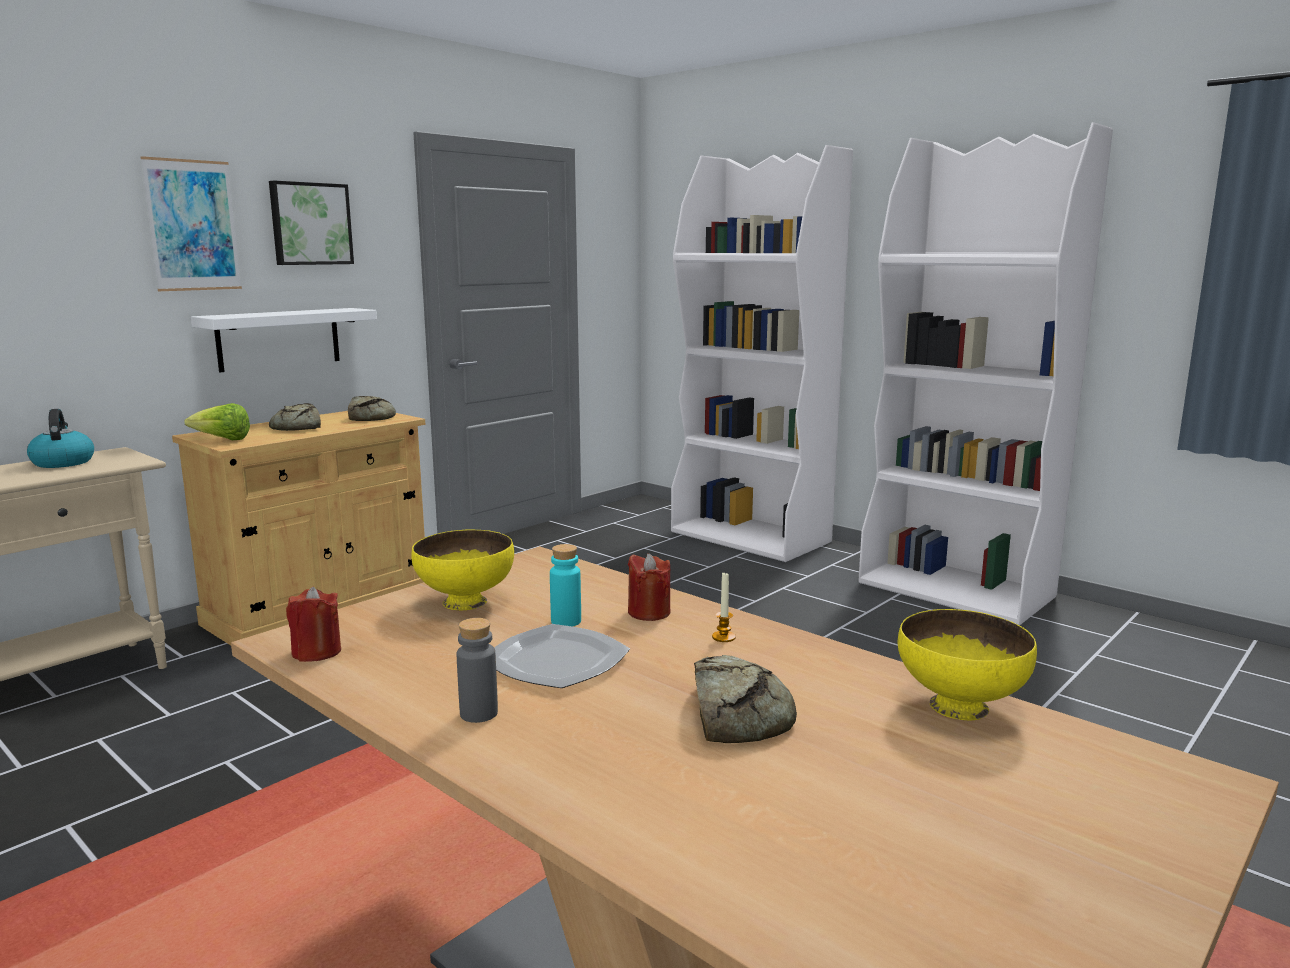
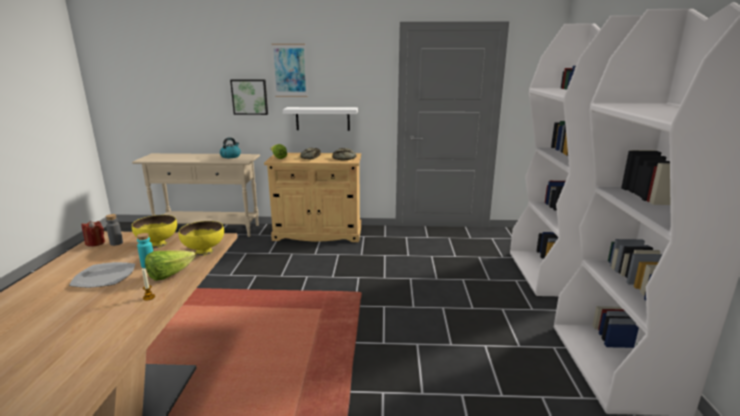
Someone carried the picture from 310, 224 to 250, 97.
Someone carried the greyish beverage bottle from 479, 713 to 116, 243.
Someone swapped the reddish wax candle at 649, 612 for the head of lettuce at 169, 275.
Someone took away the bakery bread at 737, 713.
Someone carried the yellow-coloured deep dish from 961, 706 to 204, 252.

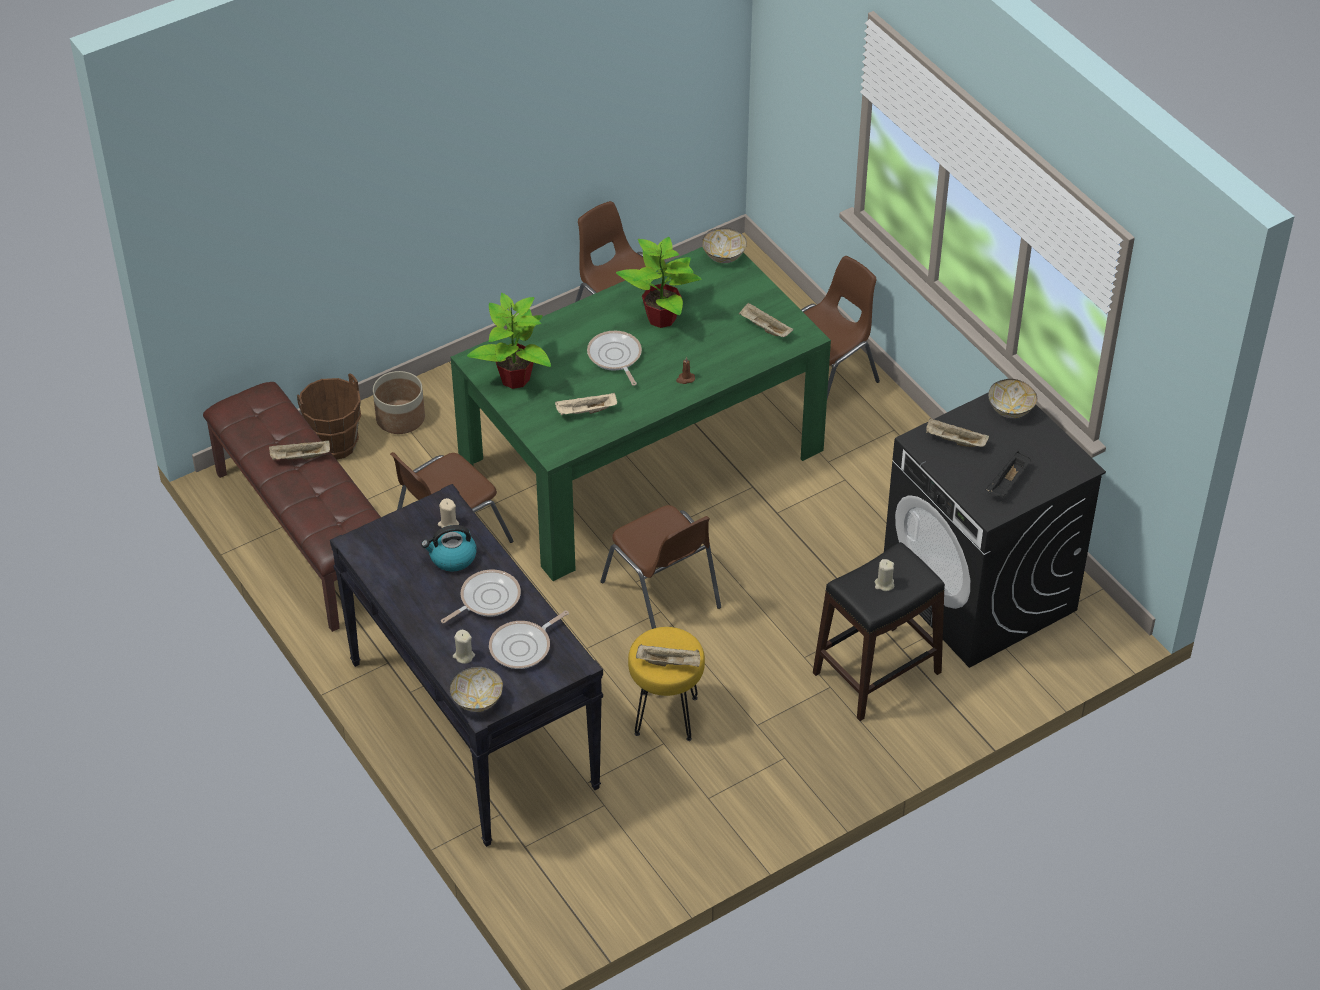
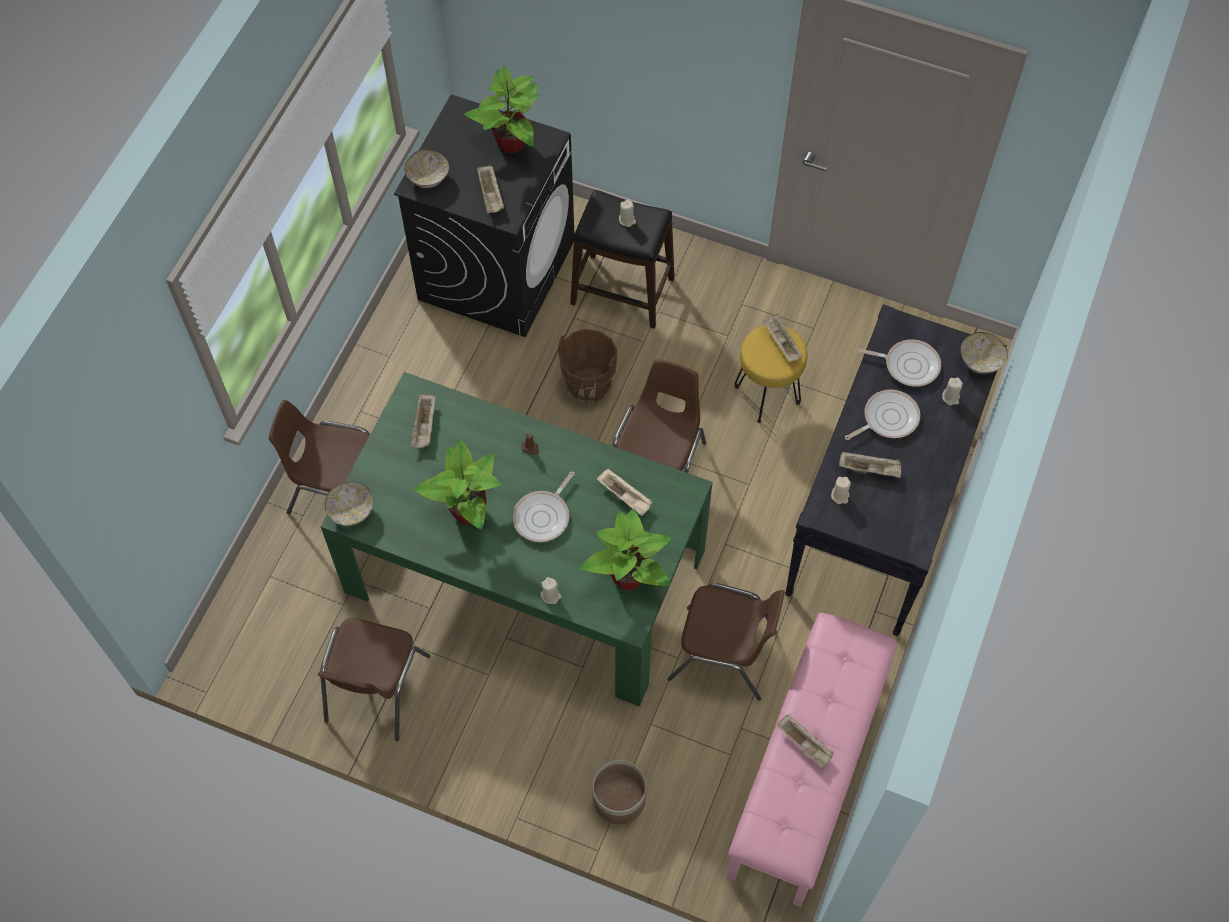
Someone repainted the brownish long seat at 304, 535, which became the pinkish long seat at 807, 774.
Someone carried the brownish pail from 335, 445 to 589, 385.
Someone swapped the water kettle at 452, 558 for the beige carrying tray at 870, 469.
Someone rotated the pan at 486, 599 by 135 degrees clockwise.
Someone swapped the black-coloured carrying tray at 1007, 483 for the plant in a pot at 511, 143.
Someone put down the beige wax candle at 551, 595.

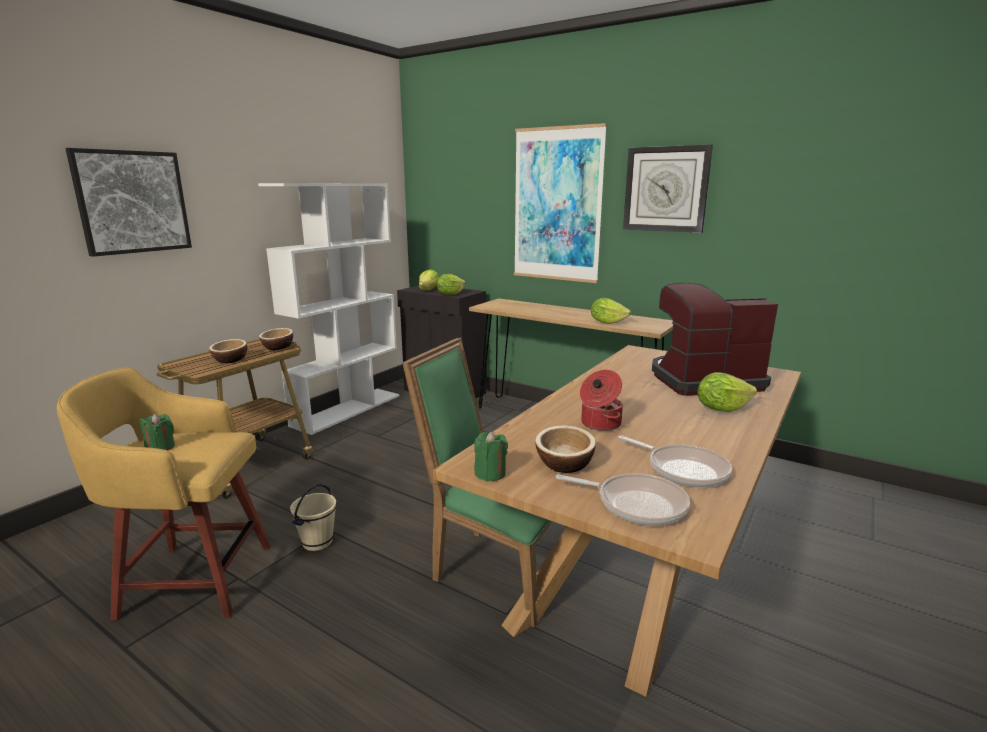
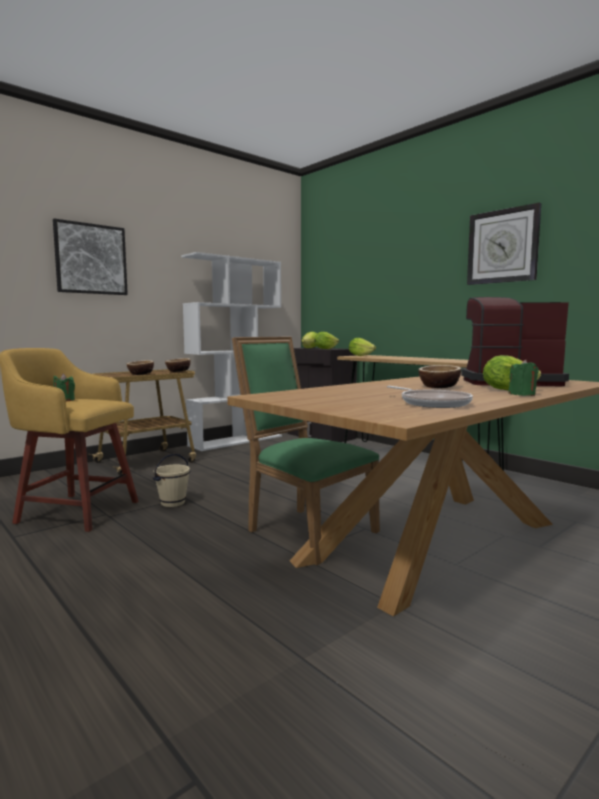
Someone carried the green wax candle from 490, 473 to 522, 394.
Someone took away the picture at 557, 205.
Someone carried the deep dish from 564, 464 to 438, 387.
Someone took away the pan at 636, 504.
Someone took away the cooking pot at 599, 424.
Someone carried the head of lettuce from 607, 322 to 360, 355.

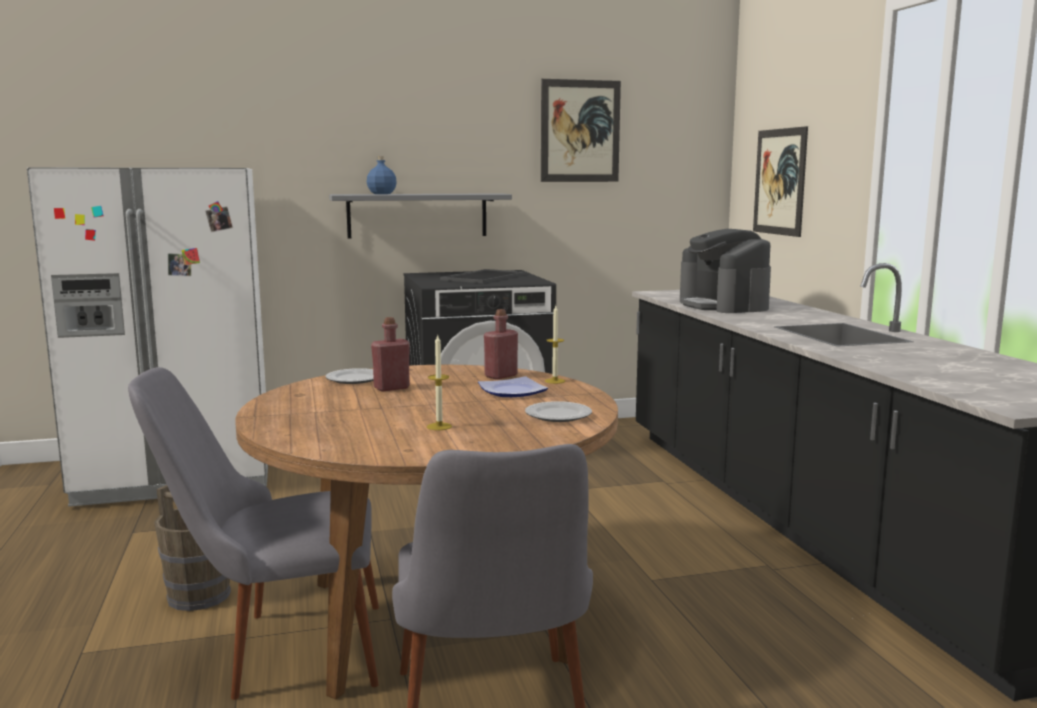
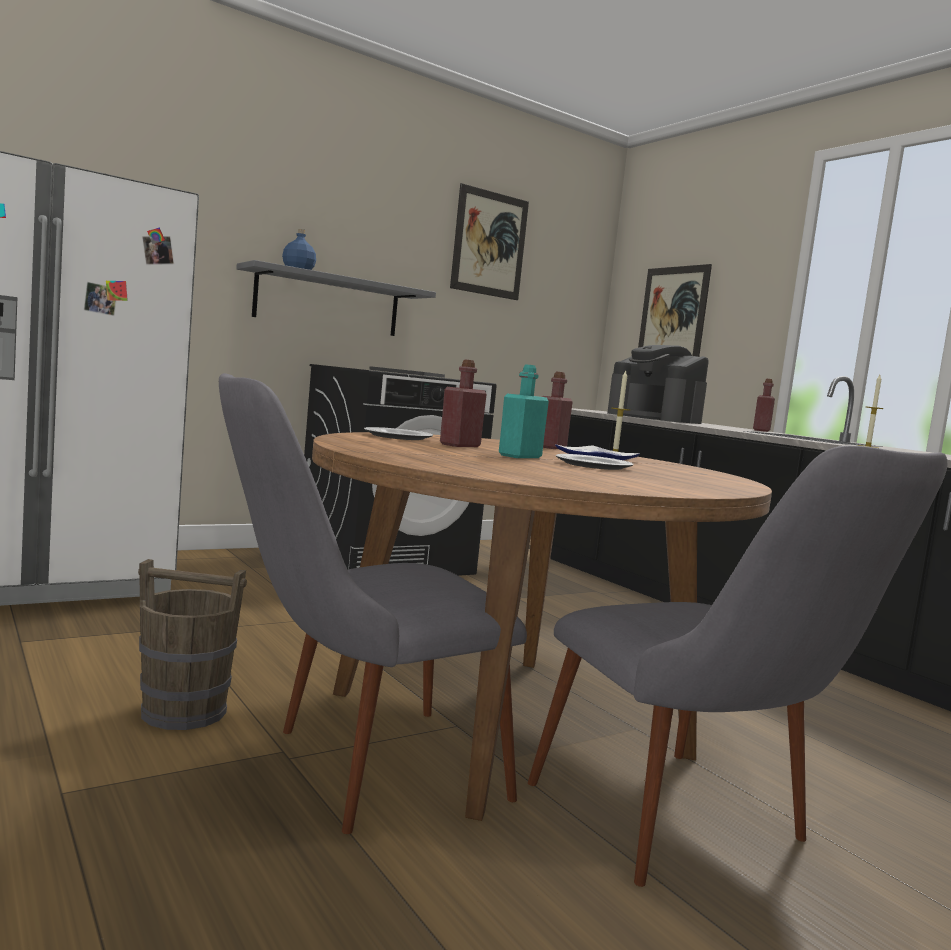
Someone carried the wax candle from 439, 426 to 868, 447.
Someone carried the flat dish from 557, 415 to 592, 465.
Someone put down the turquoise-coloured beverage bottle at 520, 456.
Someone put down the reddish beverage bottle at 761, 430.

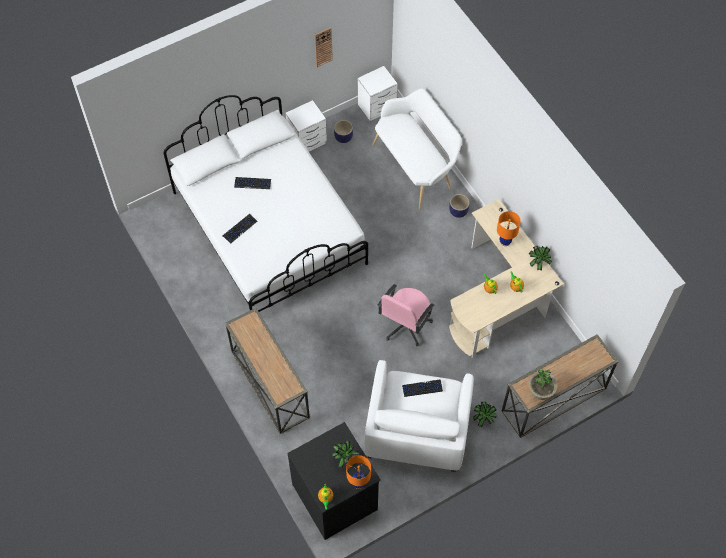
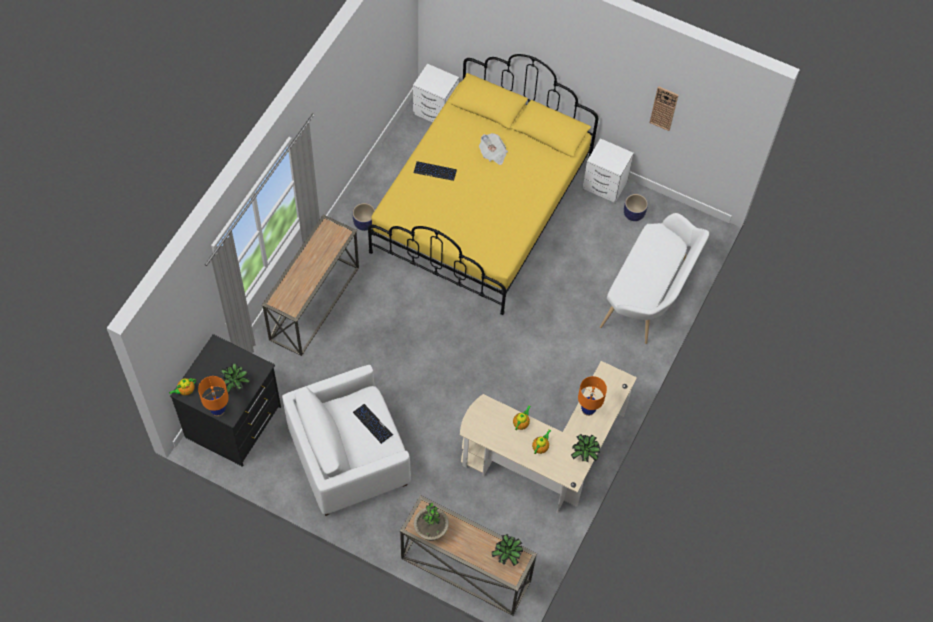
Someone repainted the white-coloured sleeping bed at 269, 228, which became the yellow-coloured sleeping bed at 482, 208.
Someone swapped the computer keyboard at 252, 183 for the newspaper at 493, 154.
Someone carried the white-coloured bedside table from 377, 107 to 436, 112.
Someone took away the pinkish desk chair at 405, 325.
Someone carried the plant pot from 458, 211 to 364, 223.
Someone carried the plant in a pot from 483, 418 to 507, 556.

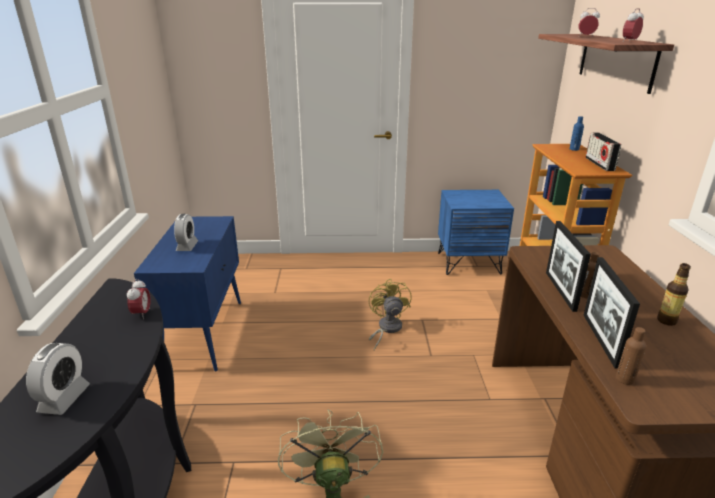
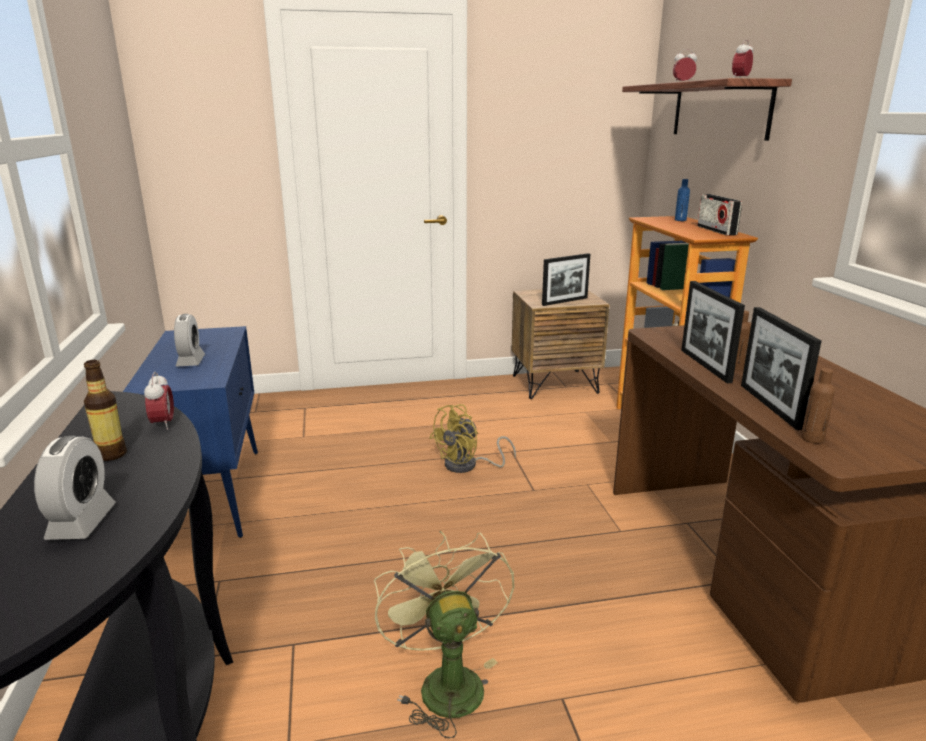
Someone rotated the yellow-coloured cooling fan at 386, 329 by 120 degrees counterclockwise.
Someone repainted the bluish bedside table at 468, 263, which became the brownish bedside table at 554, 384.
Someone carried the beverage bottle from 666, 321 to 111, 455.
Someone put down the photo frame at 565, 301.

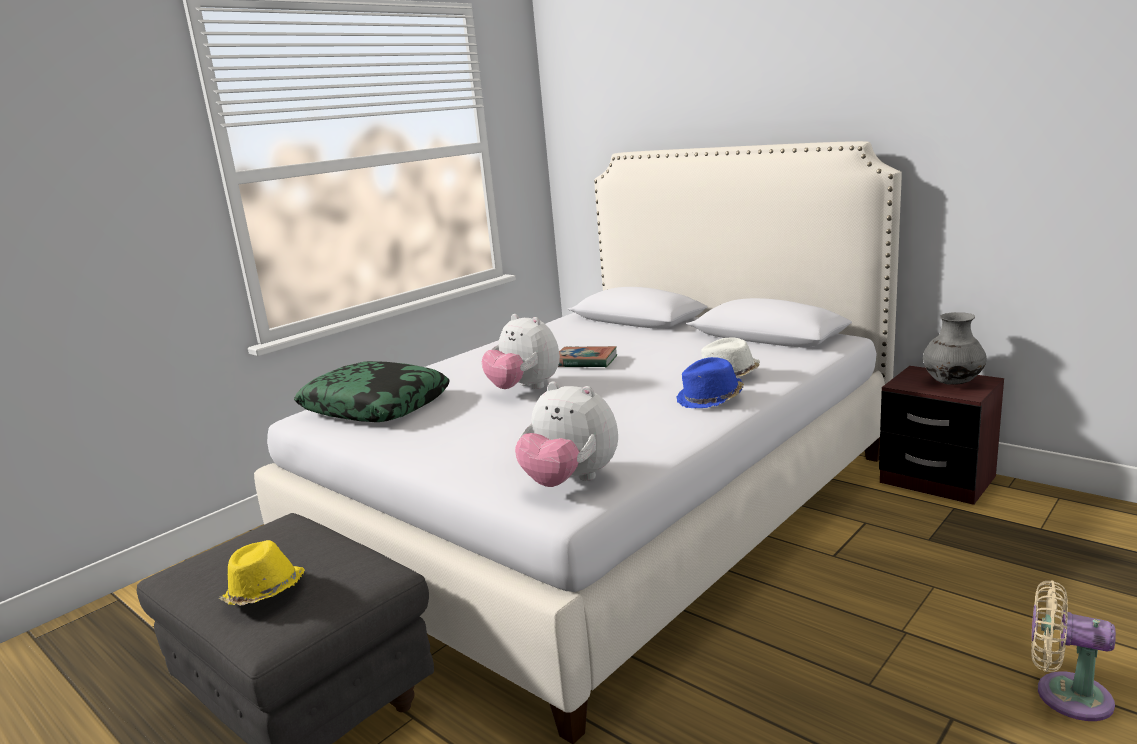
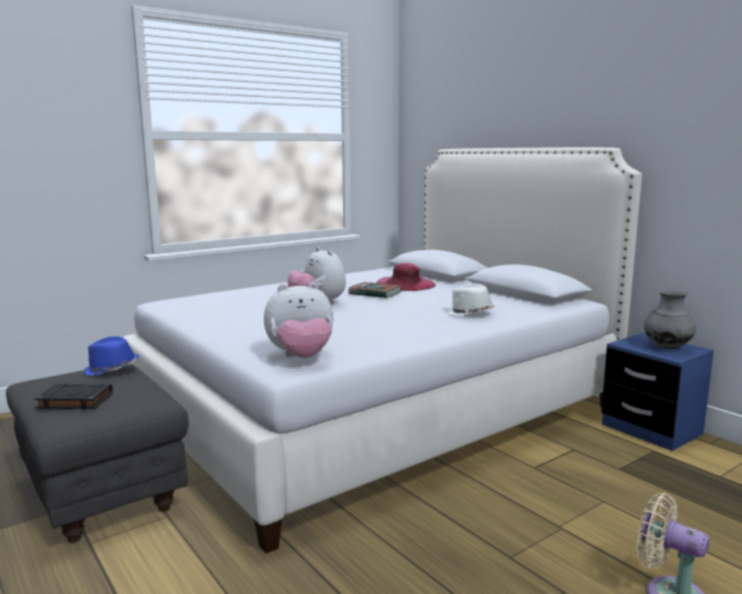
Someone swapped the yellow-coloured hat at 264, 593 for the black-coloured bound book at 74, 401.
Someone took away the throw pillow at 376, 406.
Someone rotated the plush toy at 570, 481 by 60 degrees counterclockwise.
Someone carried the bluish hat from 710, 399 to 111, 370.
Someone repainted the brownish bedside table at 937, 480, which became the bluish bedside table at 651, 429.
Someone put down the pinkish hat at 405, 284.

